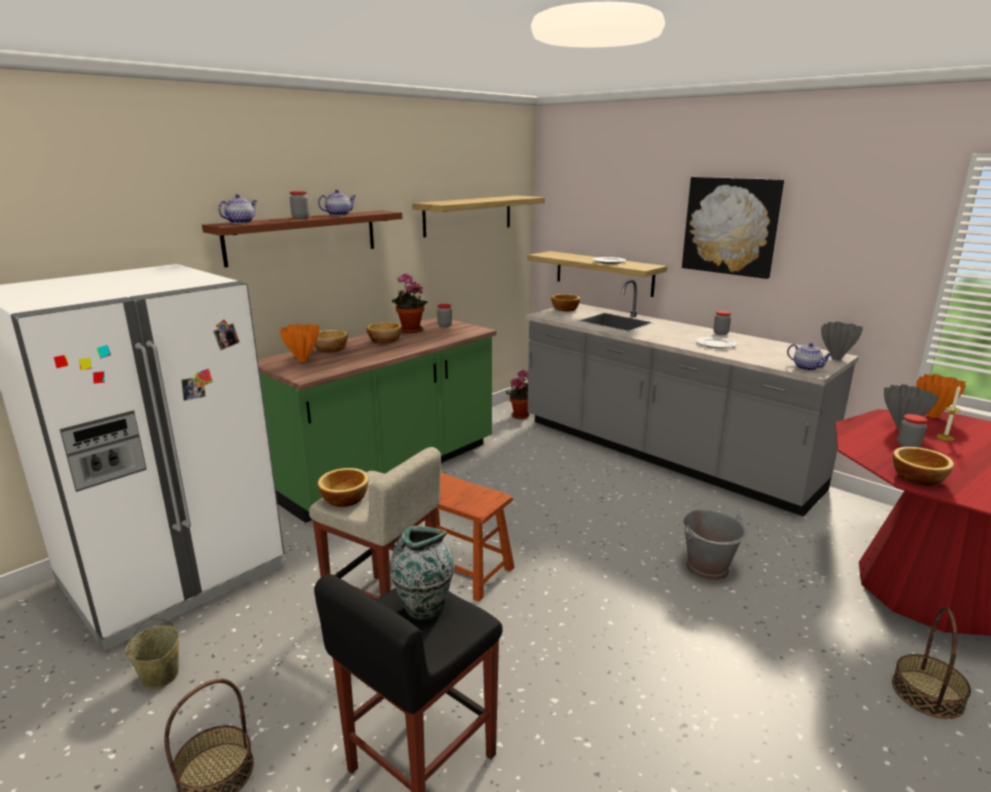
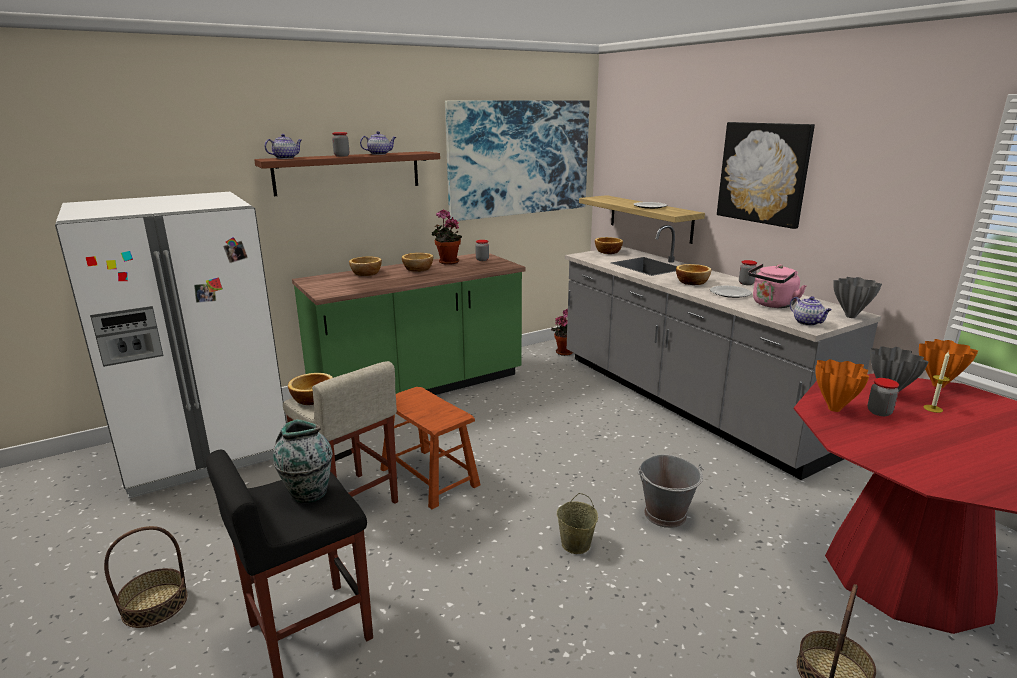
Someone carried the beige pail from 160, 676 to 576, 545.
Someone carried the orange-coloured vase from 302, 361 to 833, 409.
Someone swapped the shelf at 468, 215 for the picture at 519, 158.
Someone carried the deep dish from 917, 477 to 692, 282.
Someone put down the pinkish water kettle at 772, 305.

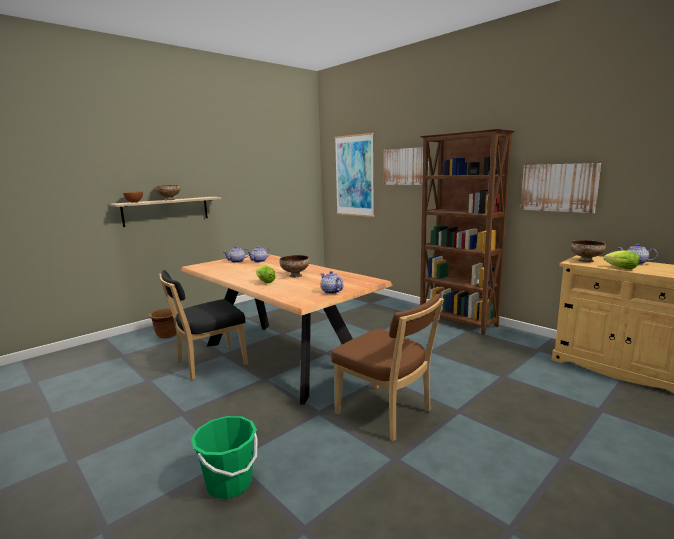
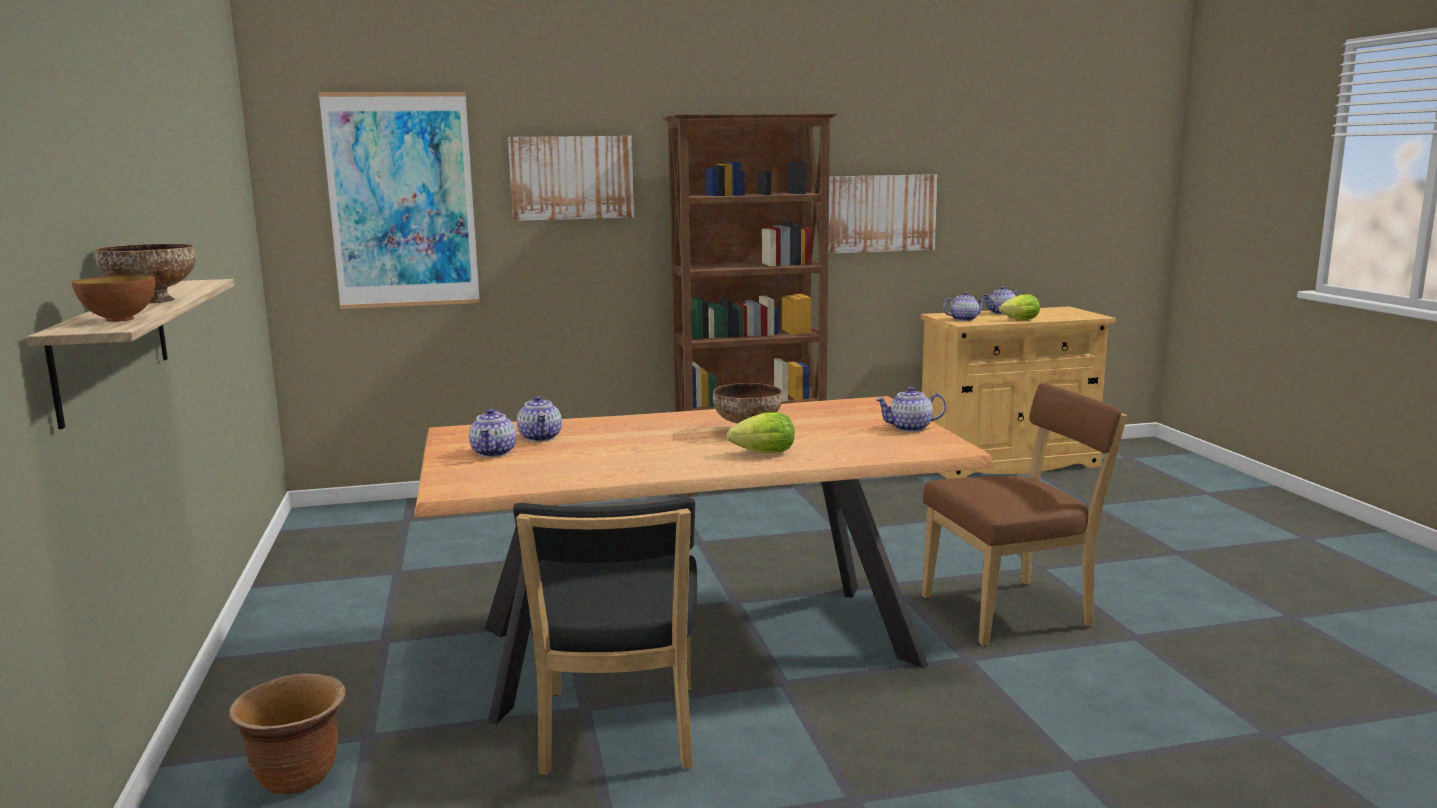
Someone took away the green pail at 229, 483.
Someone swapped the deep dish at 585, 260 for the pot for tea at 964, 319.

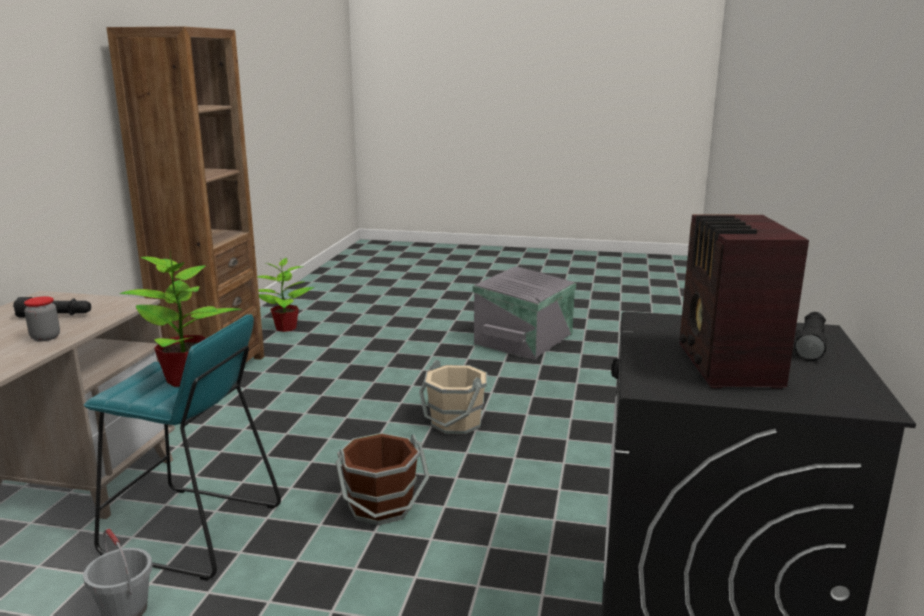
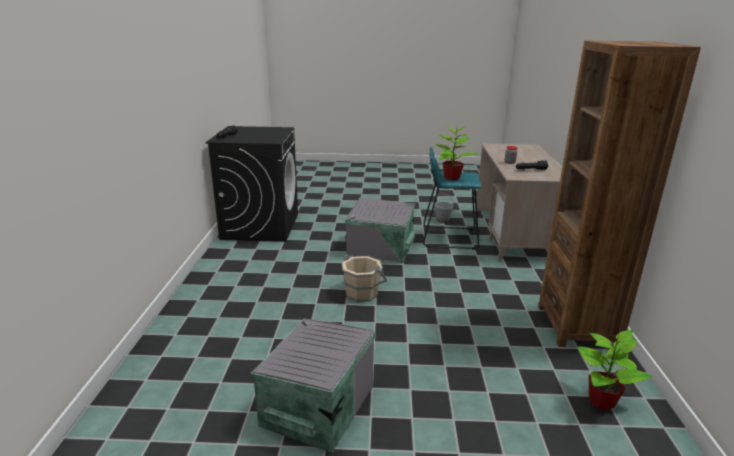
Someone swapped the brownish pail at 381, 507 for the greyish storage bin at 380, 249.
Someone took away the radio at 727, 366.

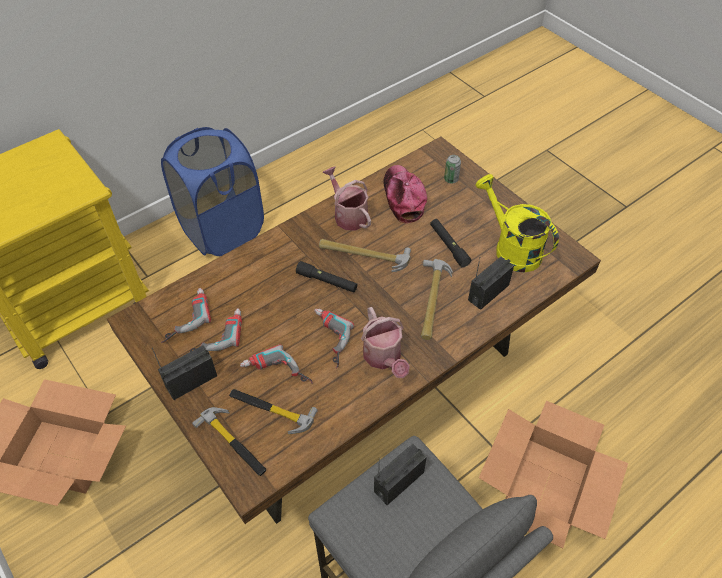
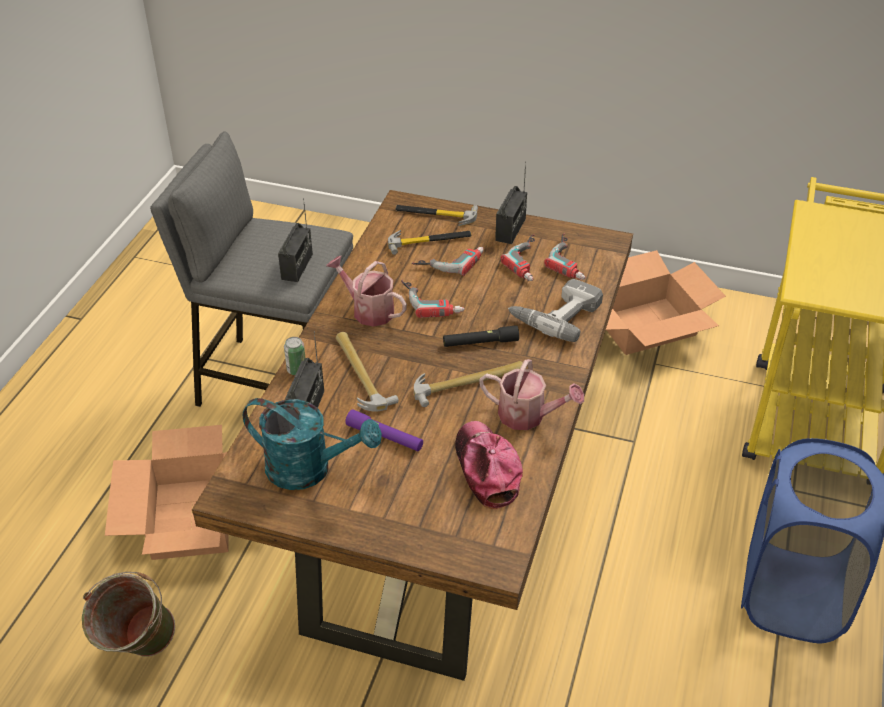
Someone rotated the cap at 403, 197 by 150 degrees counterclockwise.
Someone repainted the black-coloured flashlight at 449, 246, which became the purple flashlight at 385, 437.
Someone carried the metal can from 451, 179 to 296, 370.
Someone repainted the yellow-coloured watering pot at 511, 248, which became the turquoise-coloured watering pot at 310, 469.
Someone put down the green pail at 138, 651.
Someone put down the power drill at 555, 314.

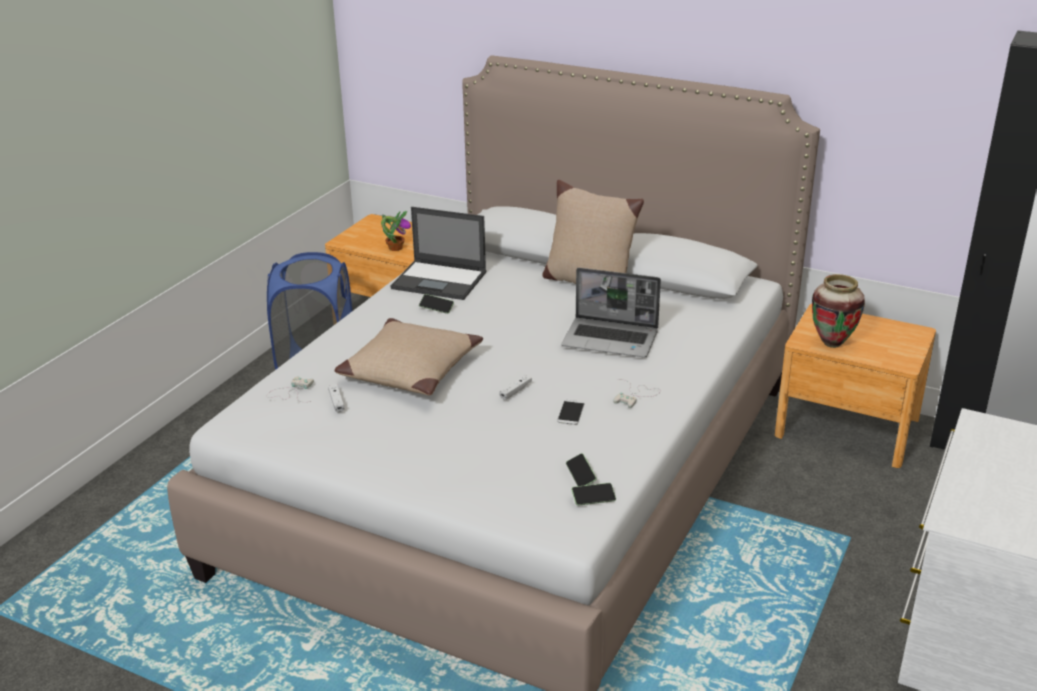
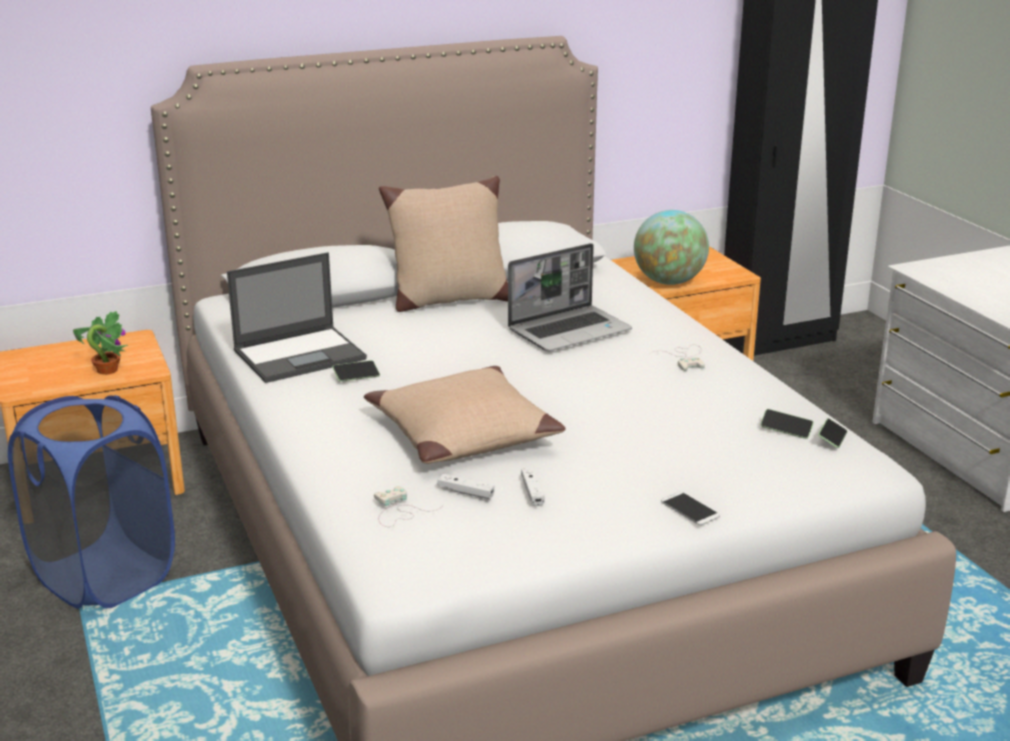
Someone carried the white-coloured gamepad from 515, 391 to 532, 492.
Someone carried the telephone from 570, 413 to 690, 509.
Someone swapped the vase at 832, 343 for the world globe at 668, 282.

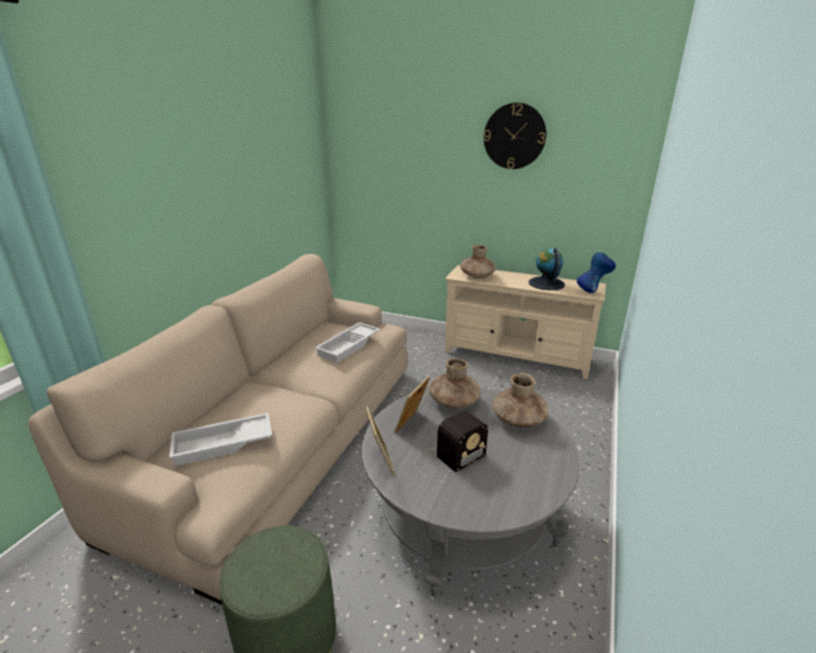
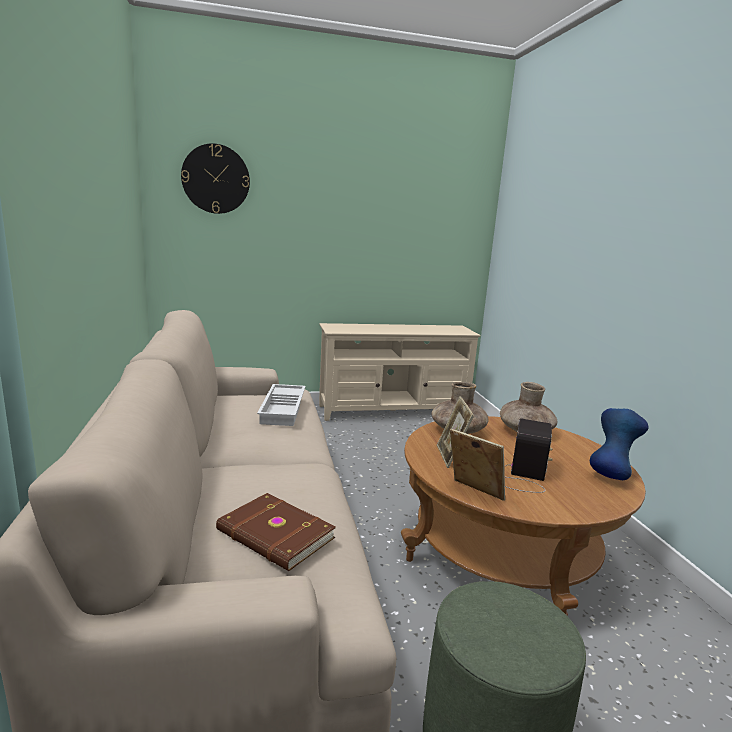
Someone swapped the white-coloured carrying tray at 223, 445 for the brownish bound book at 275, 535.
Someone repainted the greyish coffee table at 462, 517, which became the brownish coffee table at 503, 551.
Someone took away the brownish vase at 477, 276.
Someone carried the wall clock from 514, 136 to 216, 179.
Someone took away the world globe at 546, 283.
Someone carried the bluish vase from 592, 291 to 610, 474.

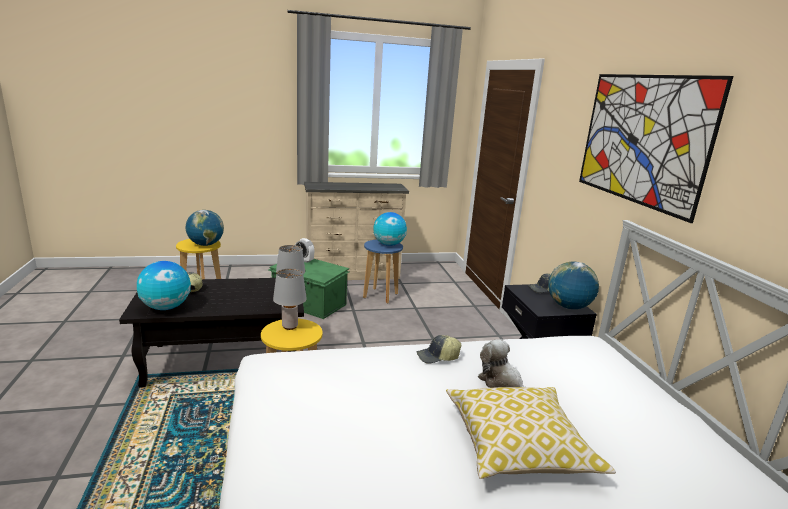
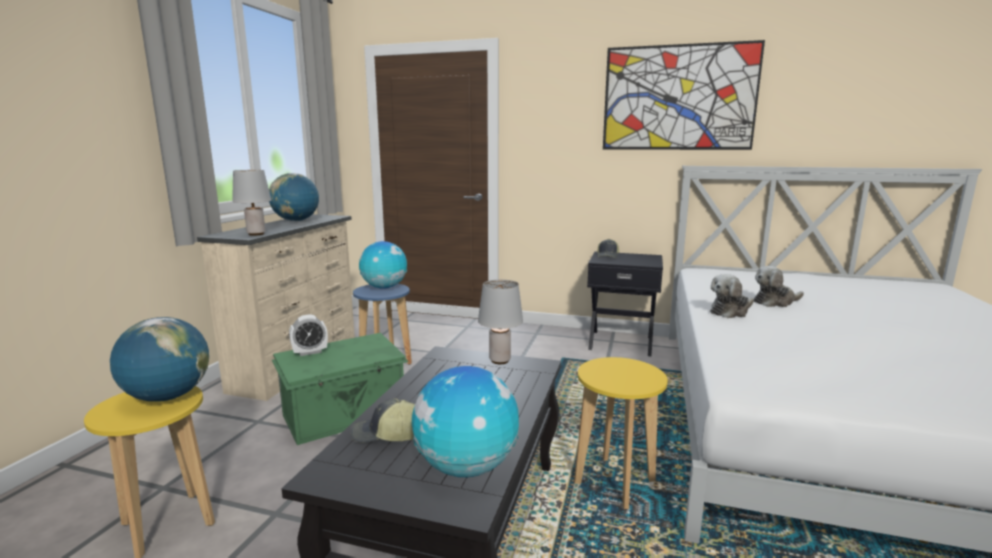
Someone carried the greyish lamp for a table from 289, 326 to 255, 234.
Someone swapped the cap at 438, 357 for the plush toy at 730, 311.
Someone took away the throw pillow at 518, 446.
Someone carried the world globe from 568, 307 to 296, 221.

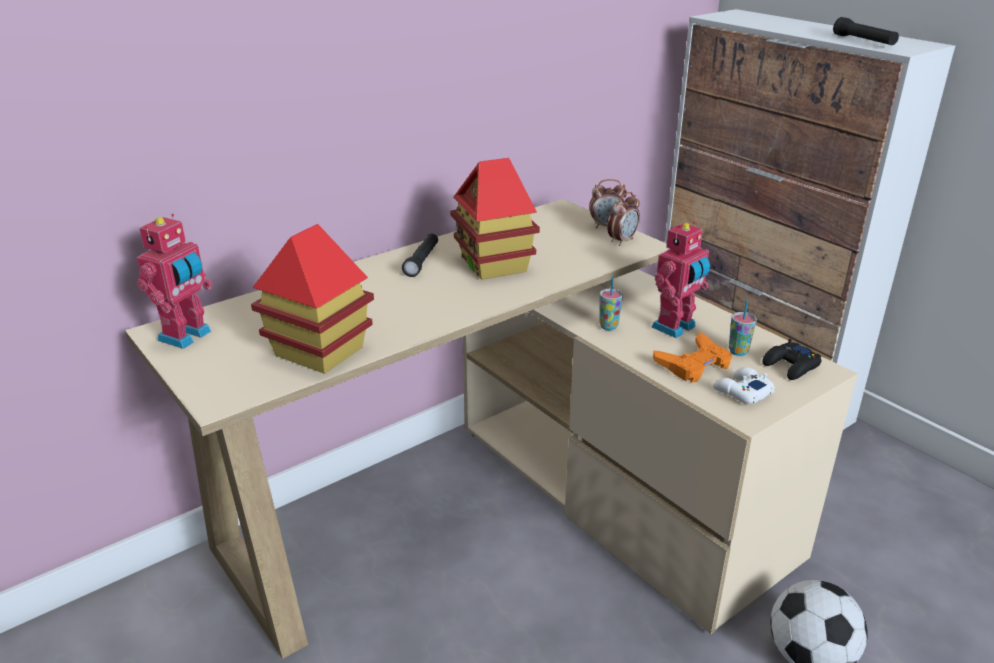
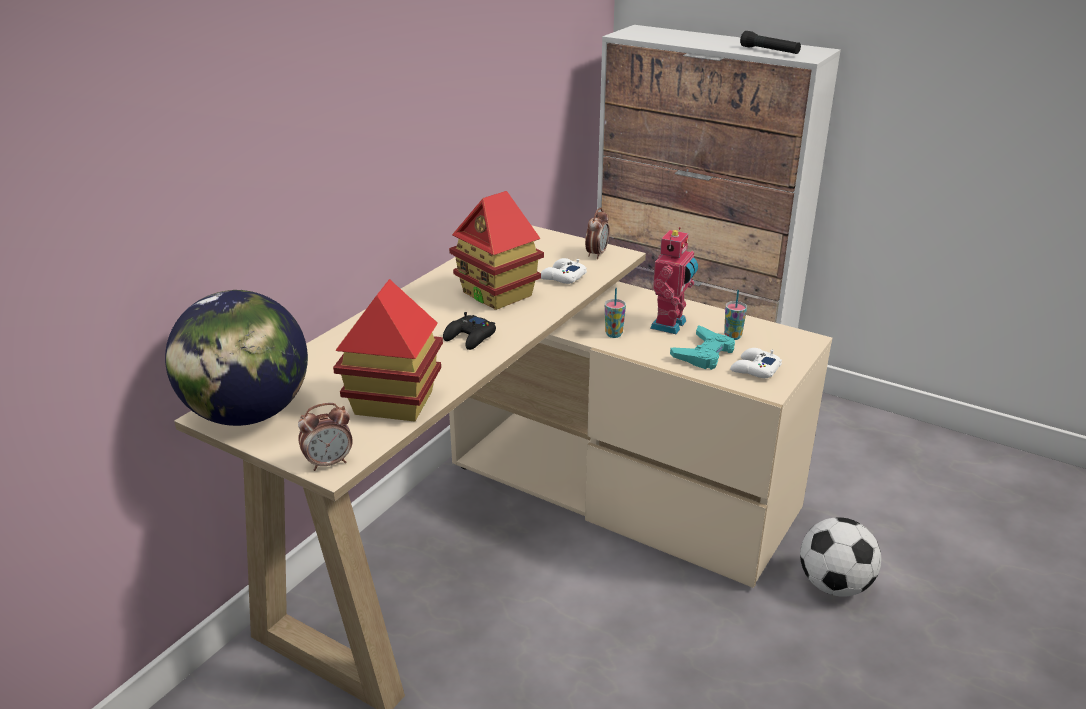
Someone swapped the toy robot at 187, 336 for the world globe at 248, 414.
Someone took away the black-coloured flashlight at 422, 261.
Someone carried the bedside clock from 606, 226 to 329, 463.
Someone repainted the orange-coloured gamepad at 694, 364, which became the turquoise-coloured gamepad at 704, 354.
Someone carried the black-coloured gamepad from 791, 366 to 470, 337.
Someone put down the white-coloured gamepad at 562, 277.

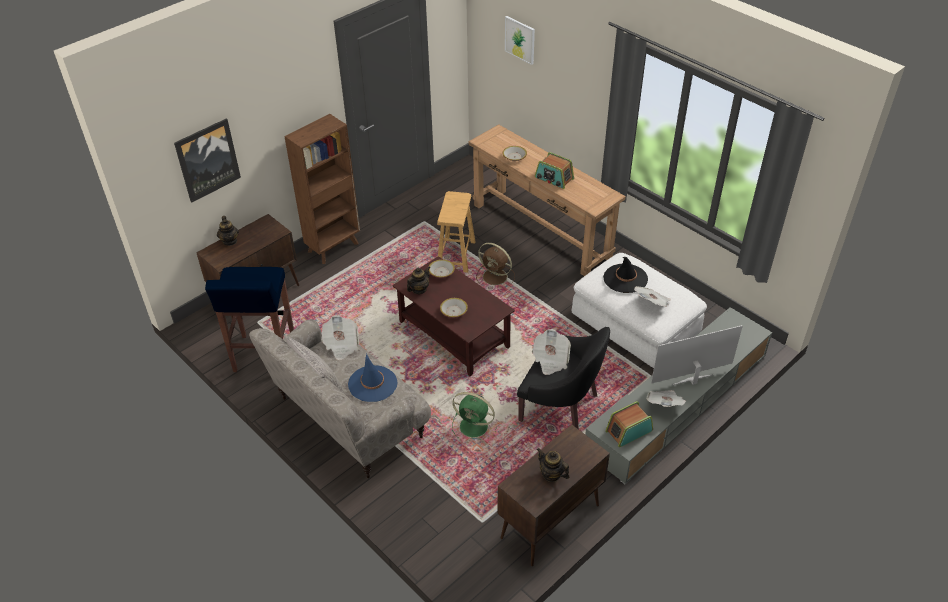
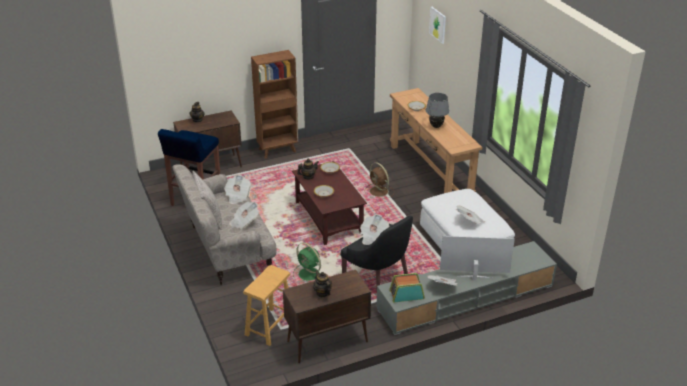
Someone took away the picture at 207, 160.
Someone swapped the bluish hat at 372, 384 for the newspaper at 244, 222.
Someone carried the brownish stool from 456, 255 to 270, 326.
Someone swapped the radio at 554, 178 for the greyish lamp for a table at 436, 126.
Someone took away the black-coloured hat at 625, 278.

